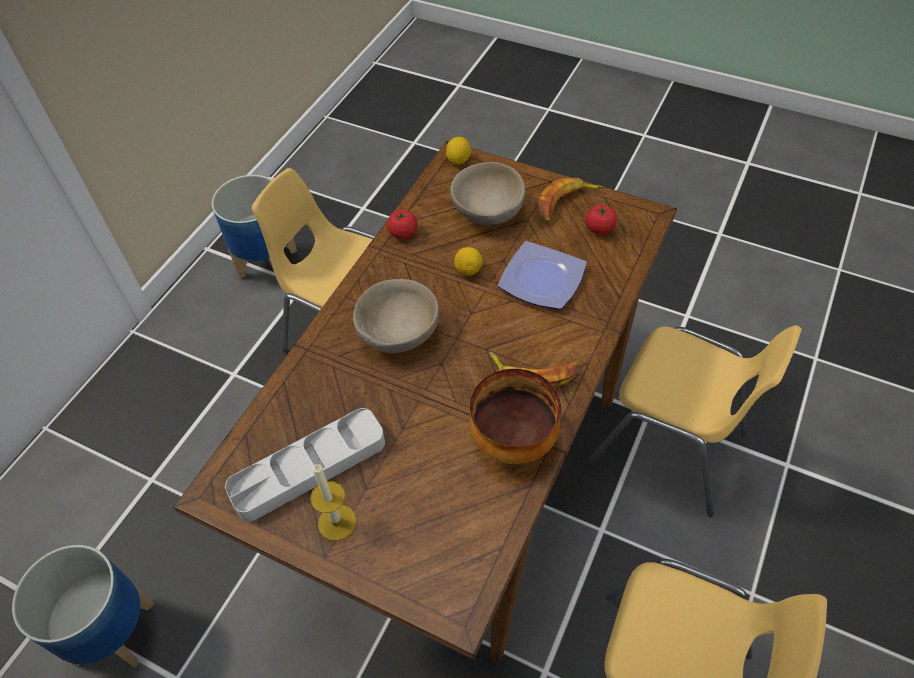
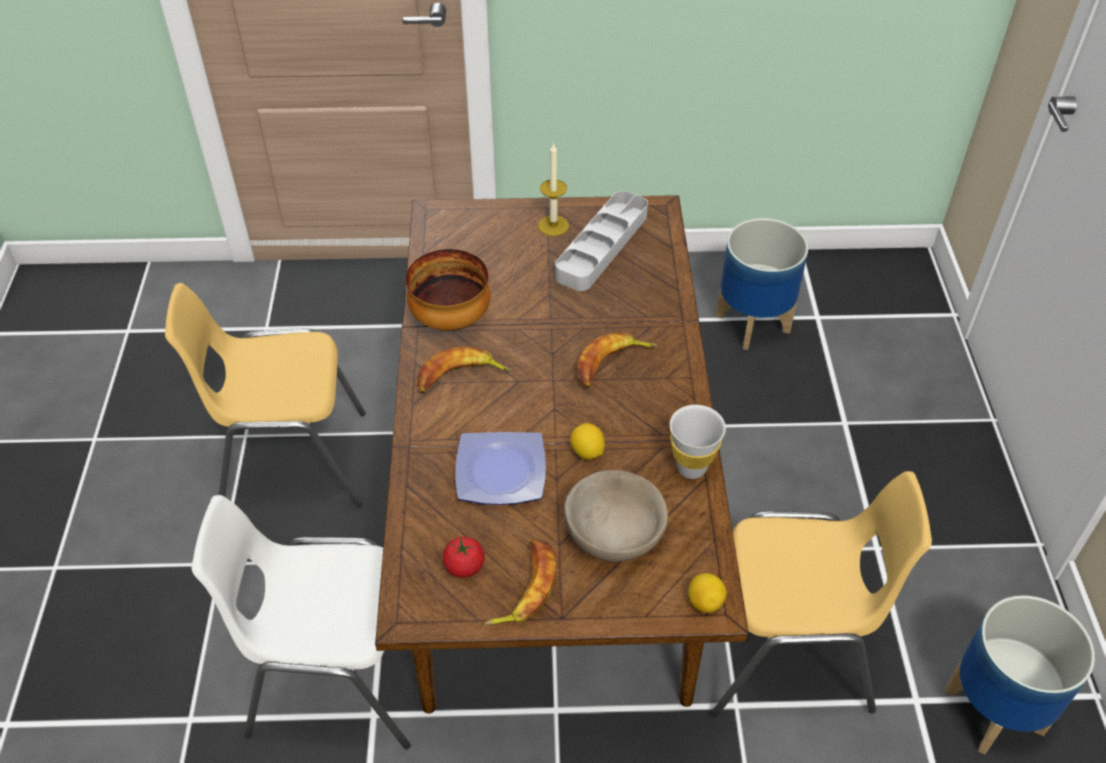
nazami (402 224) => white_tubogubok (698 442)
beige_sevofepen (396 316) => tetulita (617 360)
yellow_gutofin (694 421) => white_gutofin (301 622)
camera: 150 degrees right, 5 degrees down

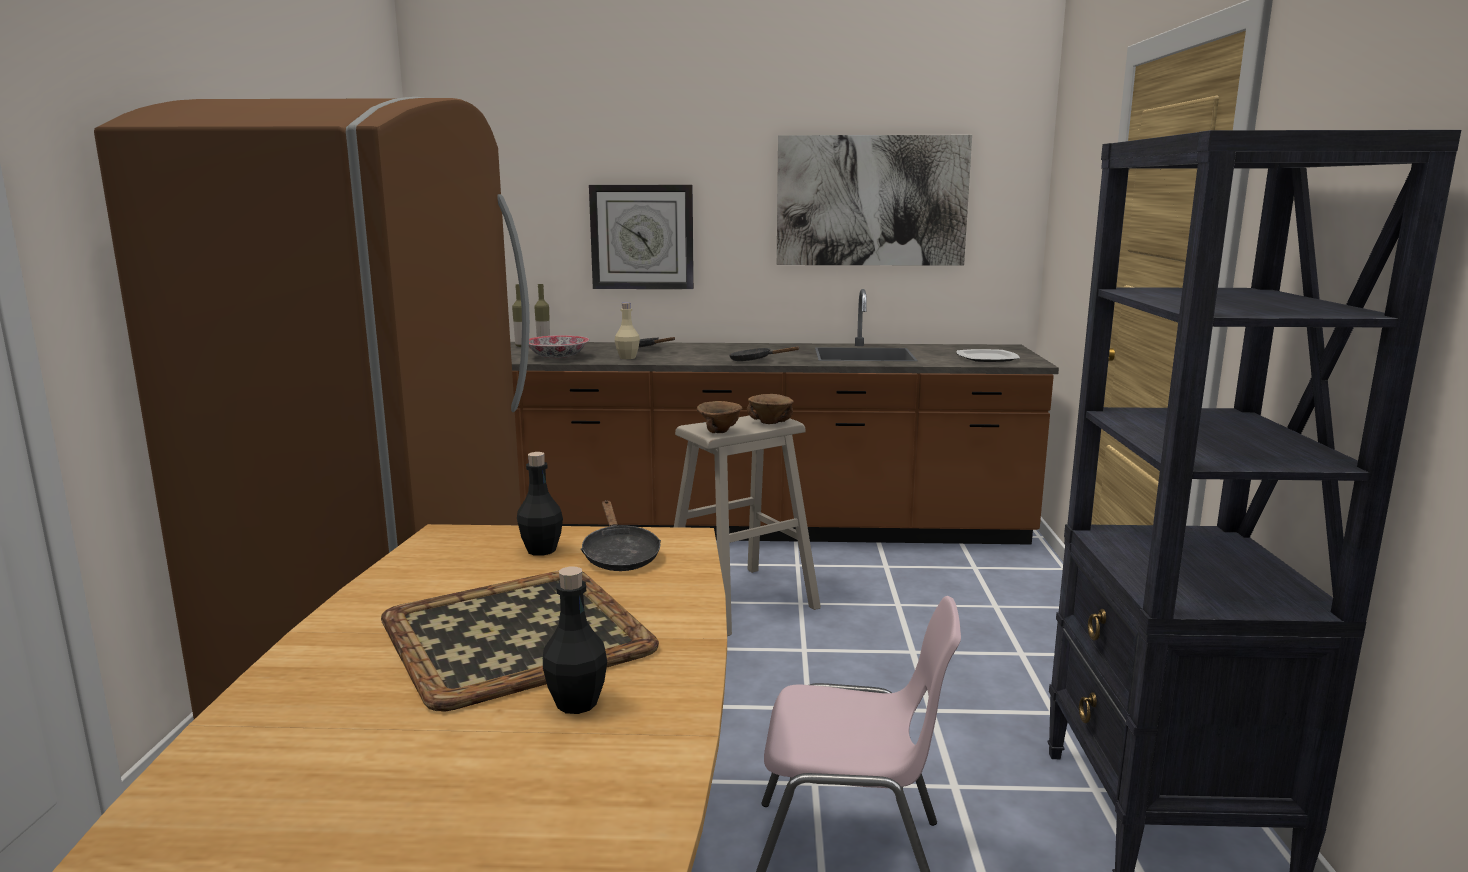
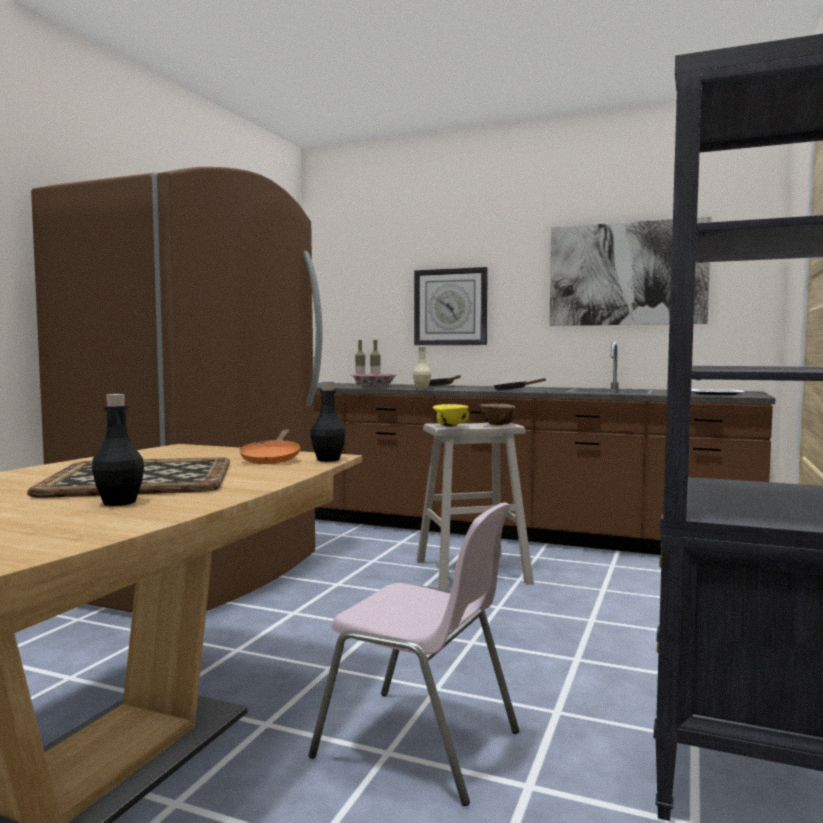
brown_sevofepen (720 417) => yellow_sevofepen (451 415)
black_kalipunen (540 504) => black_kalipunen (328 422), move
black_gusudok (621 535) => orange_gusudok (270 446)
camera: 20 degrees right, 10 degrees down

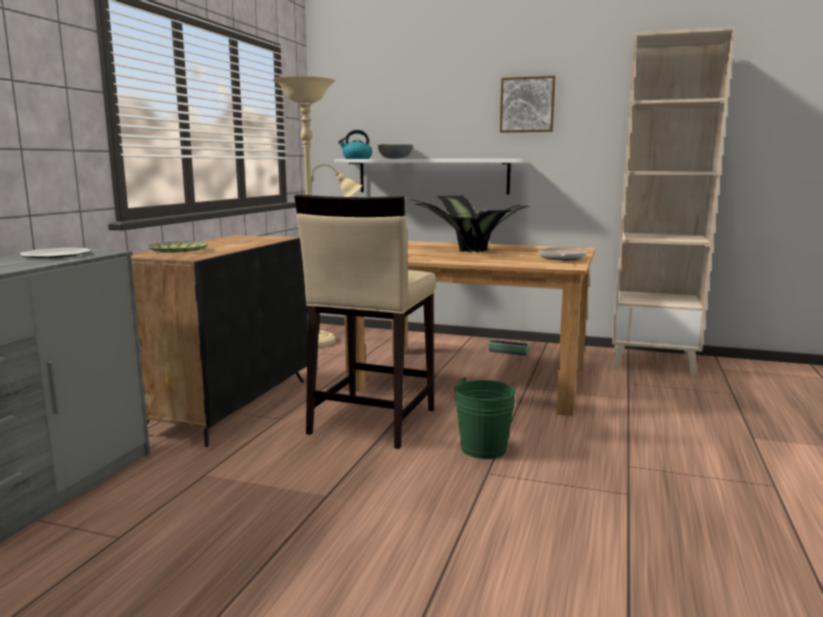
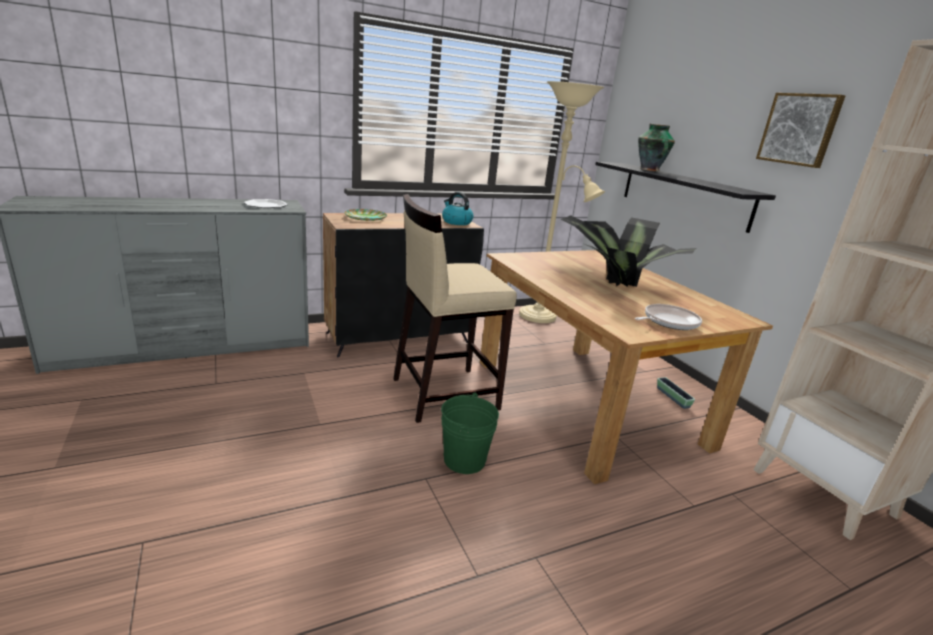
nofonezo (355 144) => nofonezo (458 208), move
grey_sevofepen (395 151) => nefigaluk (656 147)
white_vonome (429 176) => black_vonome (685 197)
camera: 45 degrees right, 10 degrees up

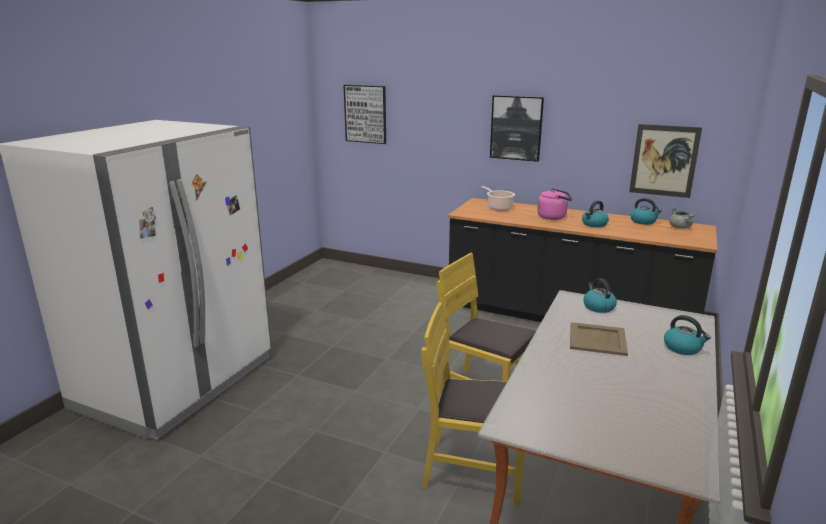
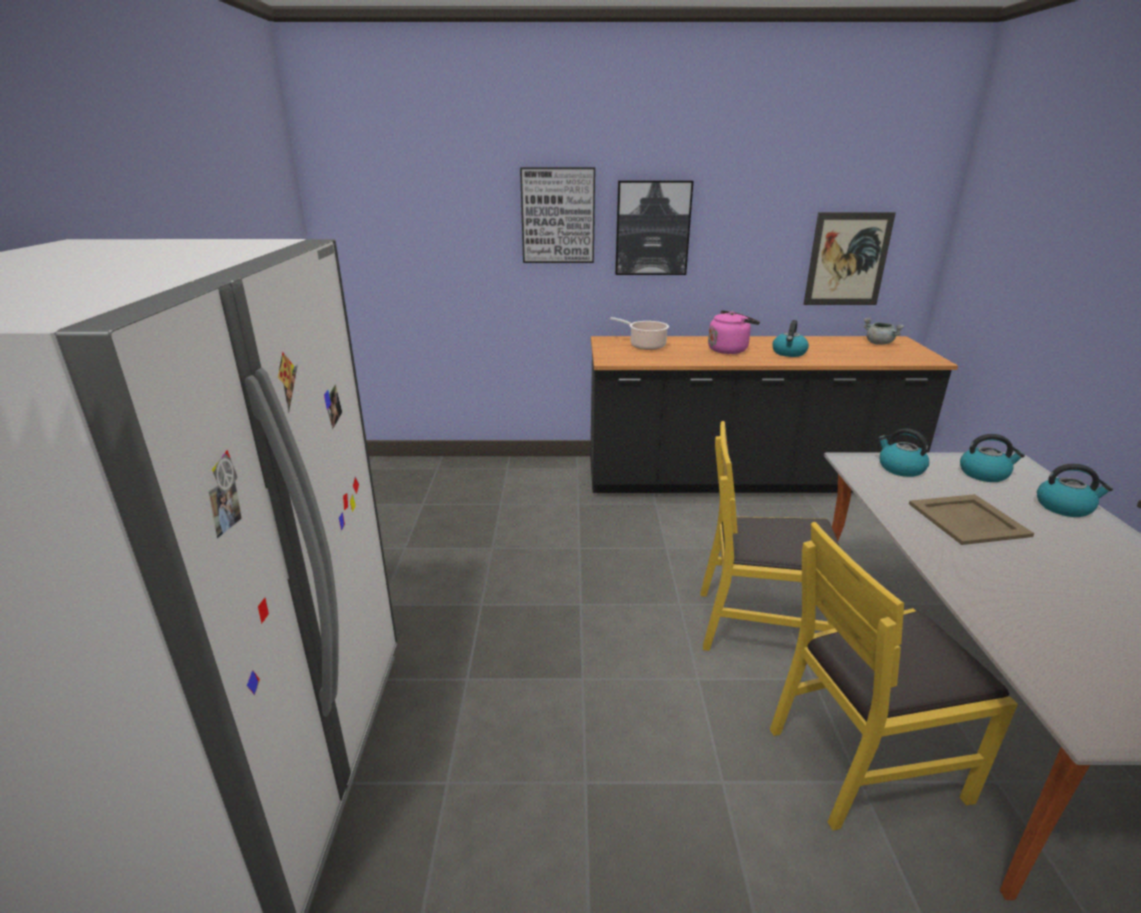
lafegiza (364 114) => lafegiza (557 215), move
nofonezo (646 211) => nofonezo (992 458), move
camera: 25 degrees left, 5 degrees up

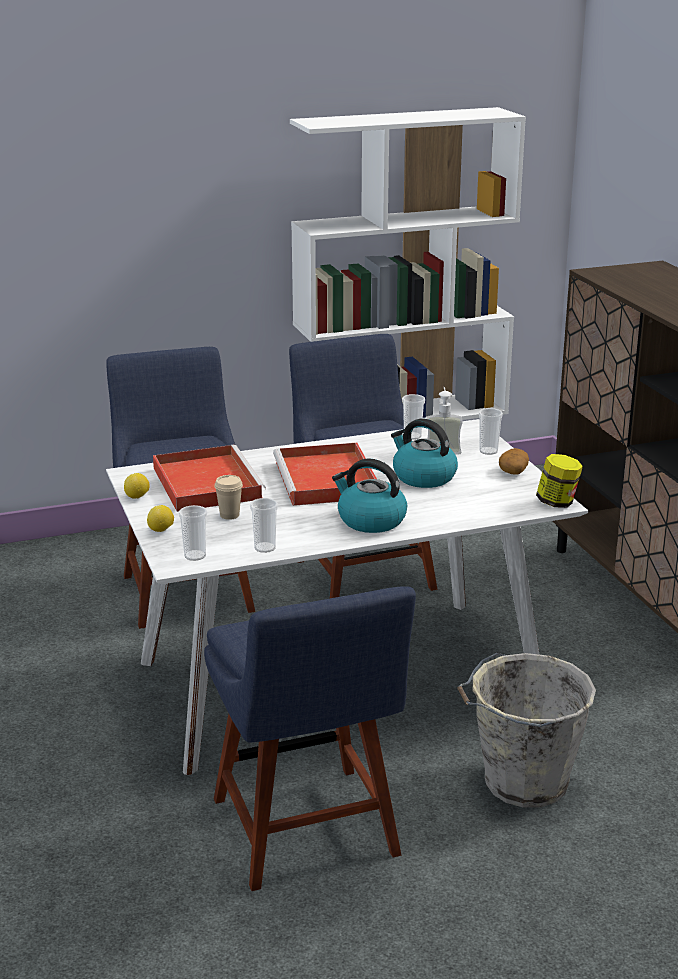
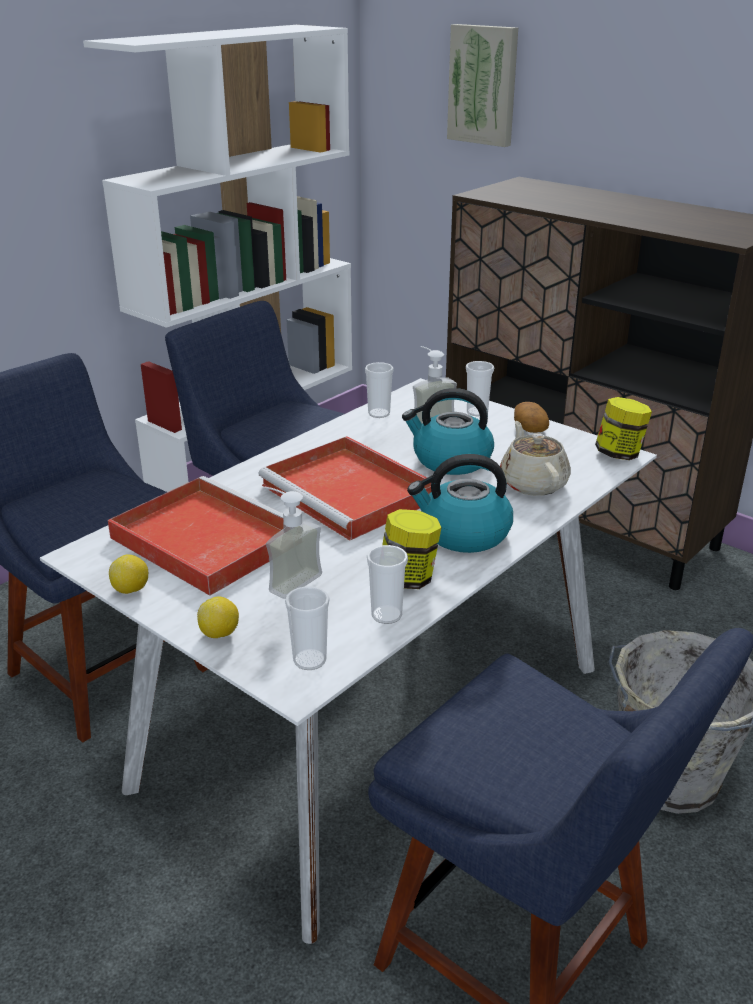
beige_tubogubok (228 497) => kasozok (293 543)
nothing => lafegiza (482 85)
nothing => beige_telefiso (535 458)
nothing => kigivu (411 549)
camera: 30 degrees left, 5 degrees up

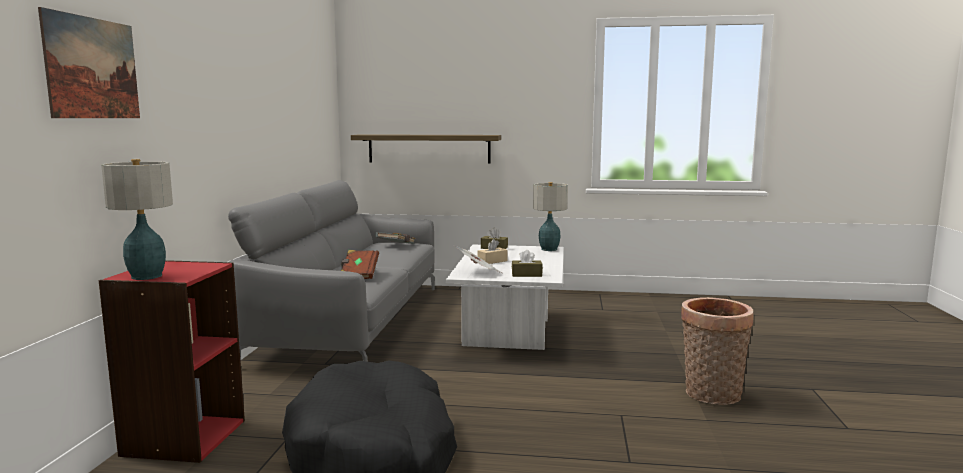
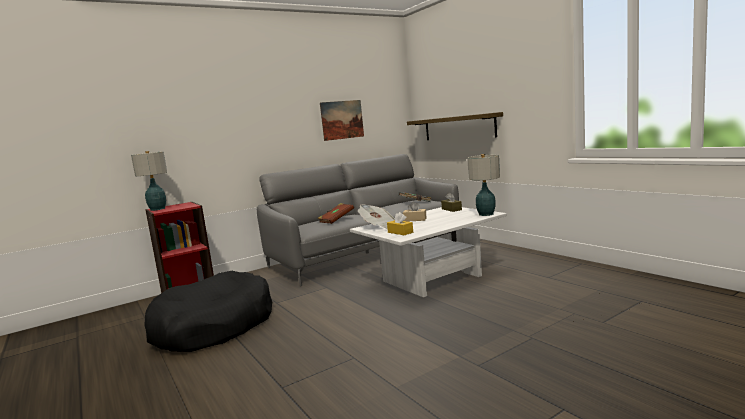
lafegiza (89 62) => lafegiza (342 120), move
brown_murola (527 263) => yellow_murola (400 223)
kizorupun (717 351) => nothing
camera: 50 degrees right, 0 degrees up

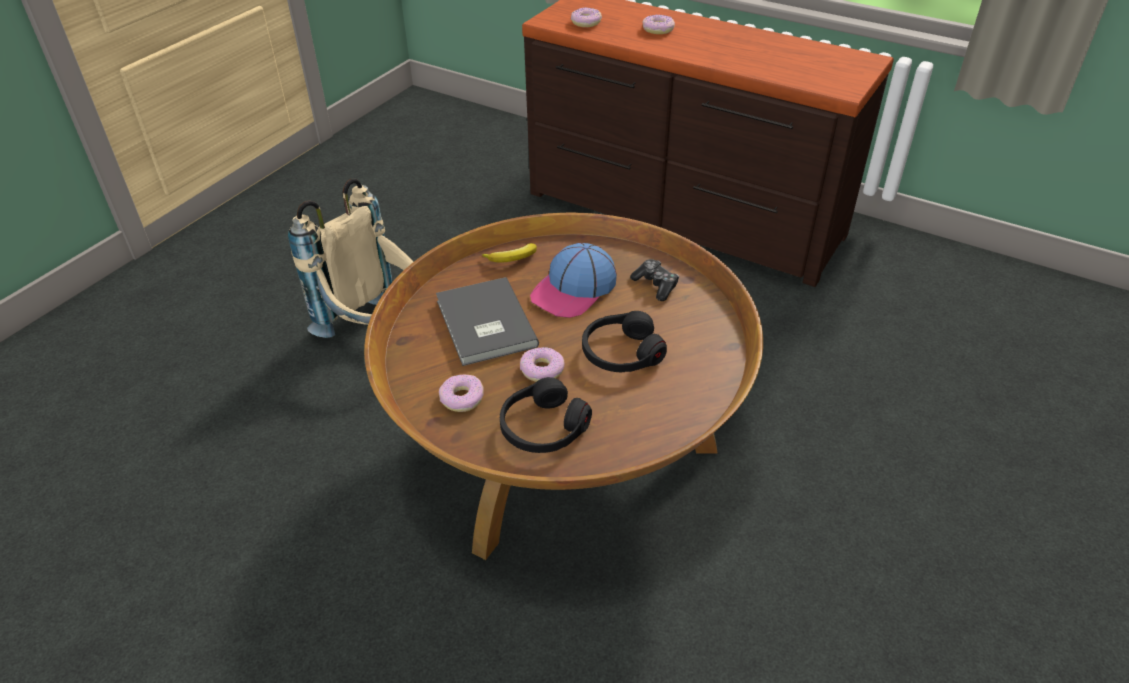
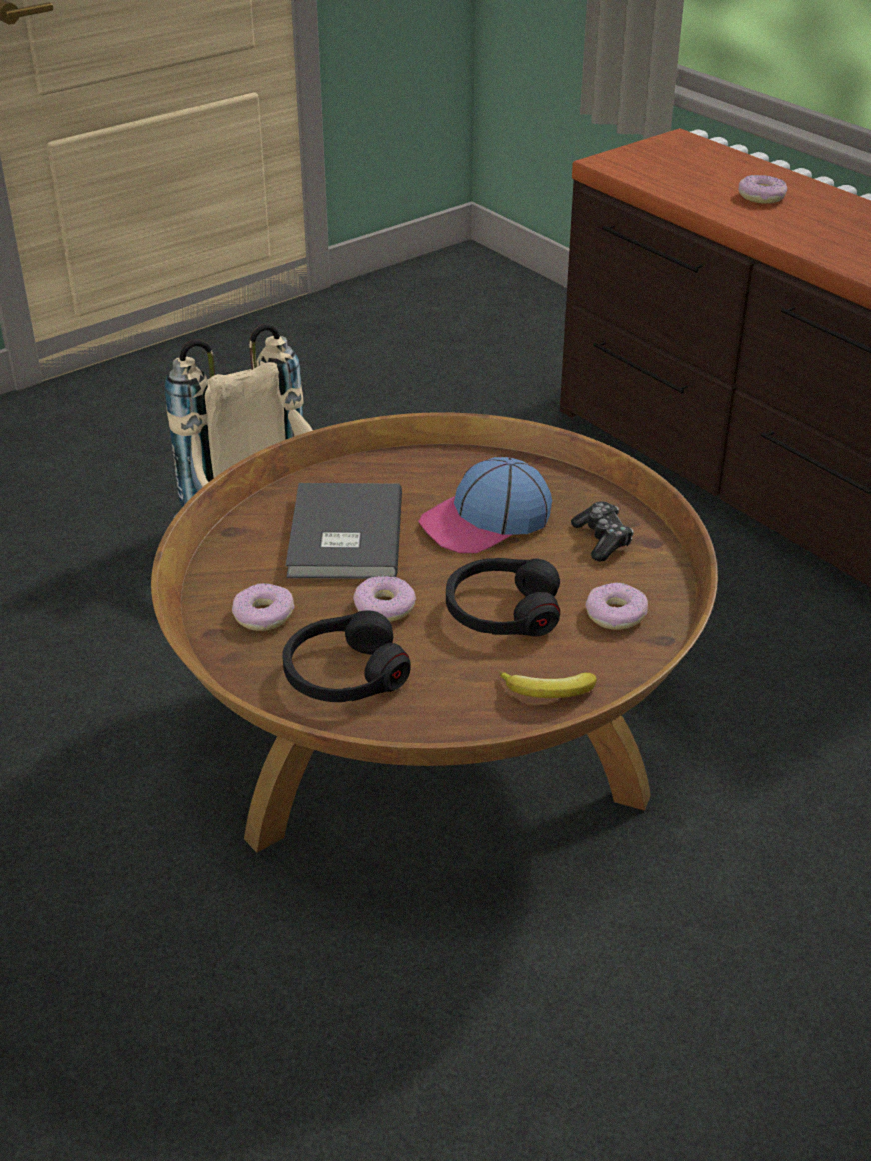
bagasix (586 17) => bagasix (616 606), move
tetulita (509 253) => tetulita (548 684), move
camera: 20 degrees right, 5 degrees down

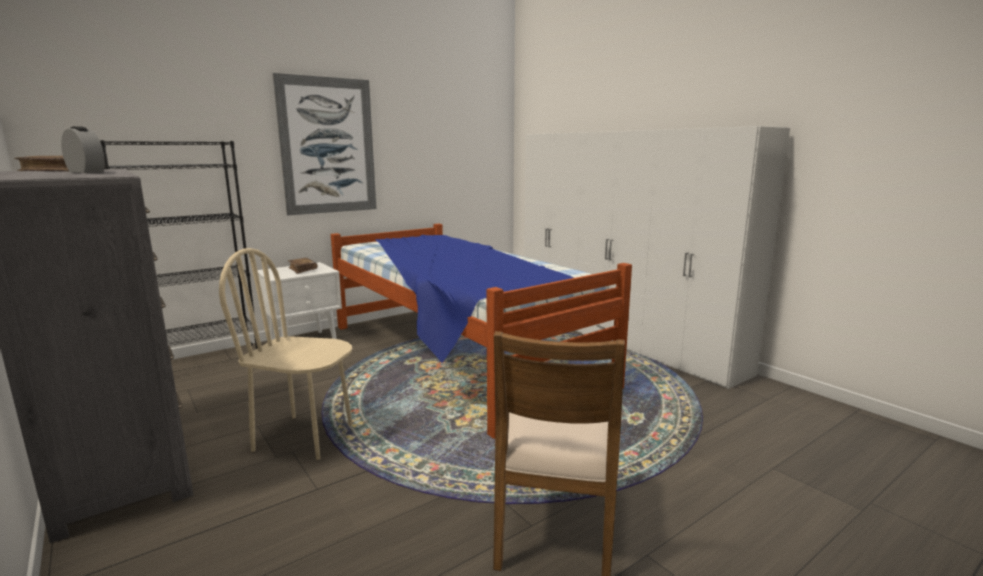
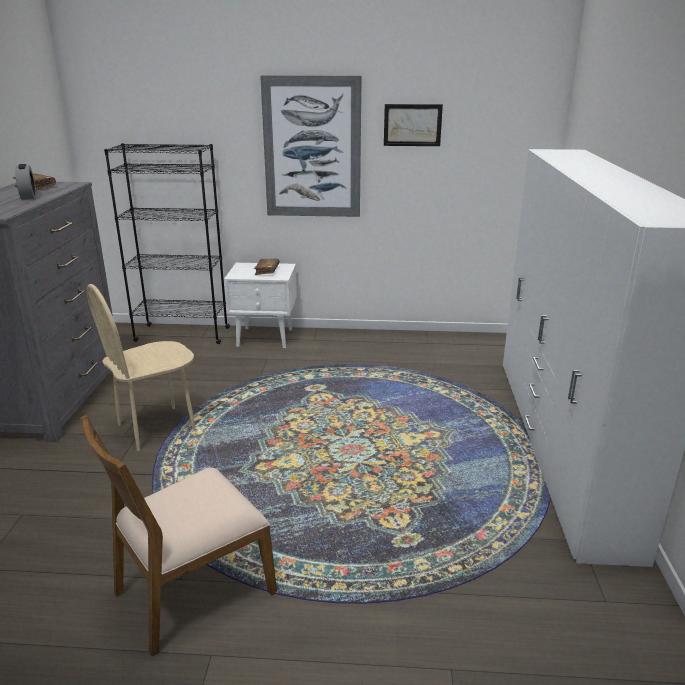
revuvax (481 331) => nothing
beige_gutofin (285 354) => beige_gutofin (141 367), 90 degrees counterclockwise
nothing => lafegiza (413 125)
camera: 40 degrees right, 10 degrees up

